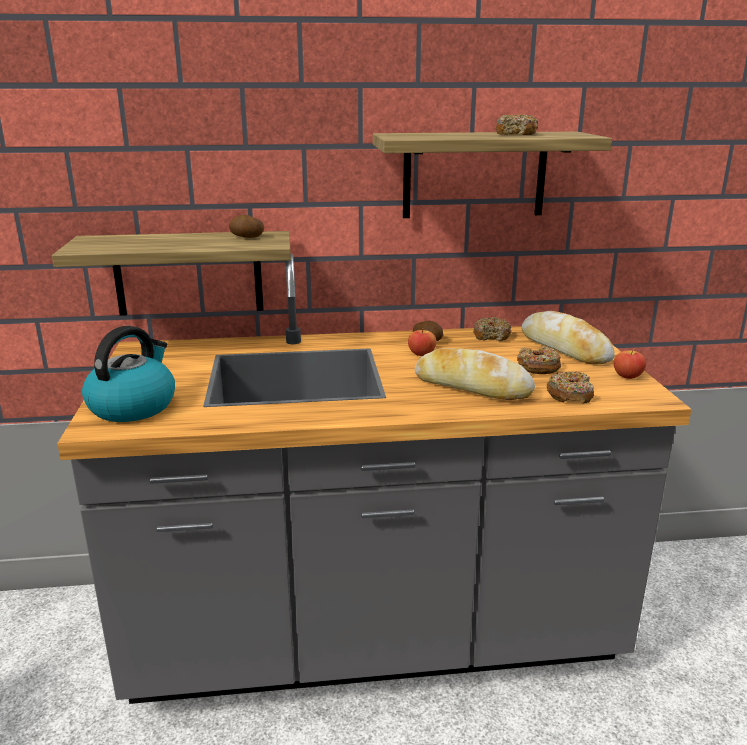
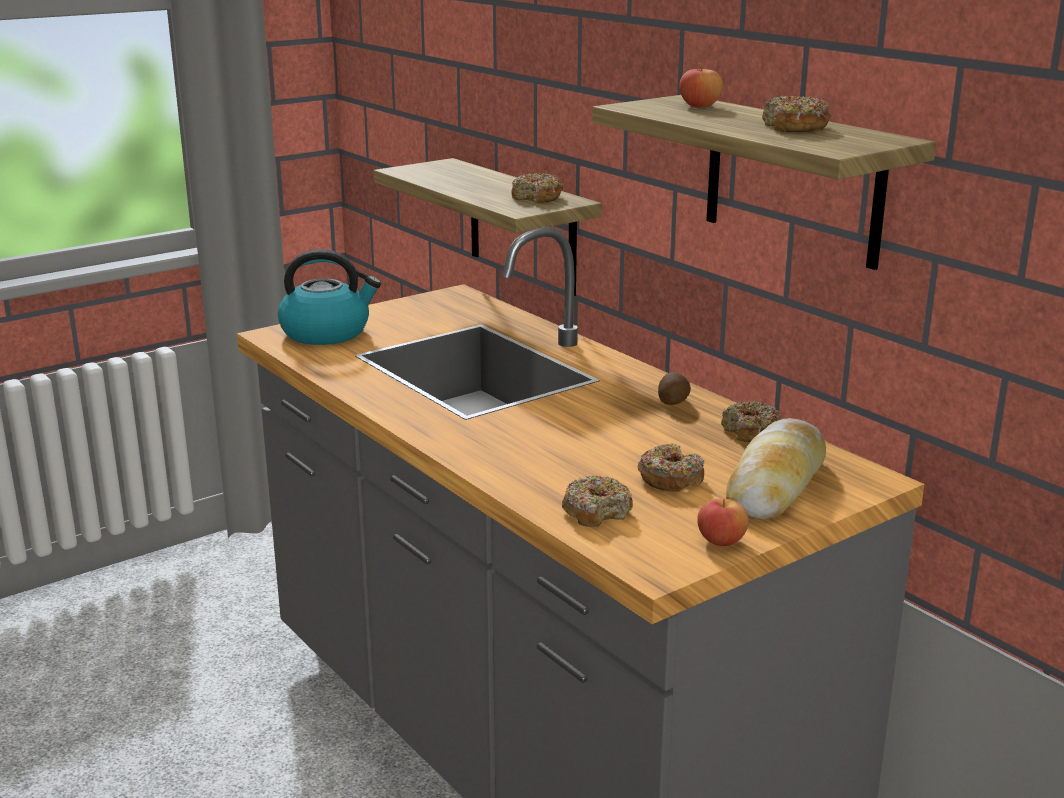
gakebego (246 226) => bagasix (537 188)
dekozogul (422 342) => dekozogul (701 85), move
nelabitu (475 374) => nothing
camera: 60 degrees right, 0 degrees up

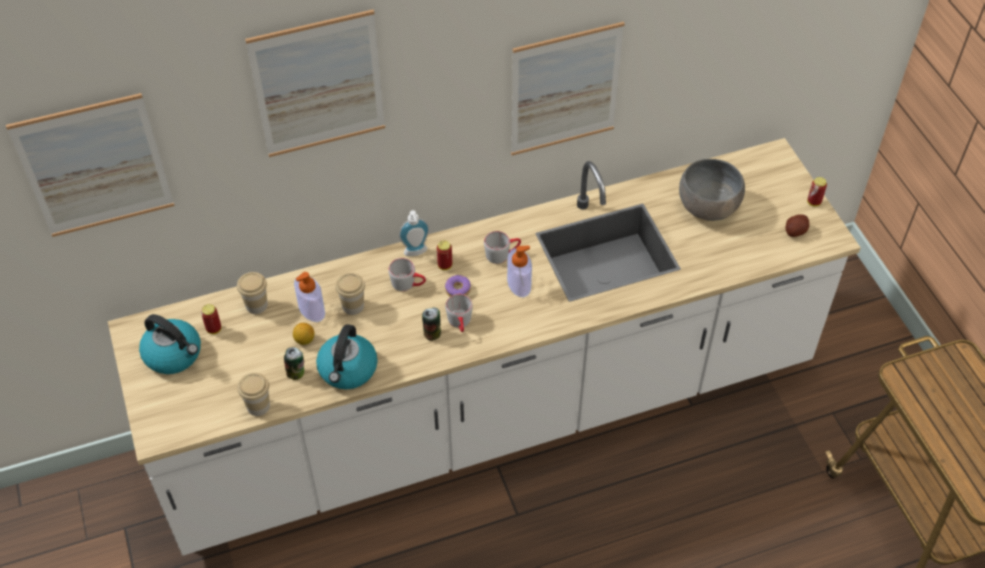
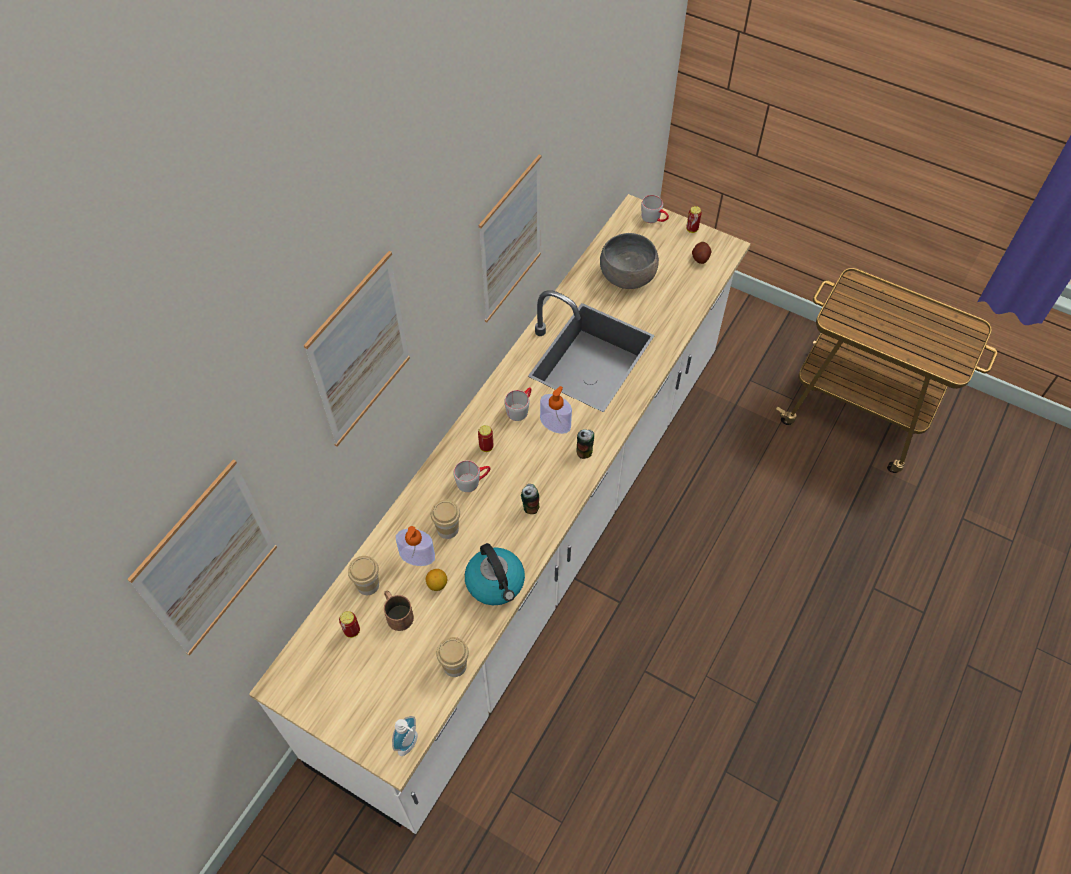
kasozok (414 233) => kasozok (405 736), move
bagasix (458 285) => nothing
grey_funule (459 313) => grey_funule (655 209), move
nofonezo (170 344) => nothing
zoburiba (294 363) => zoburiba (585 444), move
nothing => brown_funule (399 610)
camera: 40 degrees left, 5 degrees up

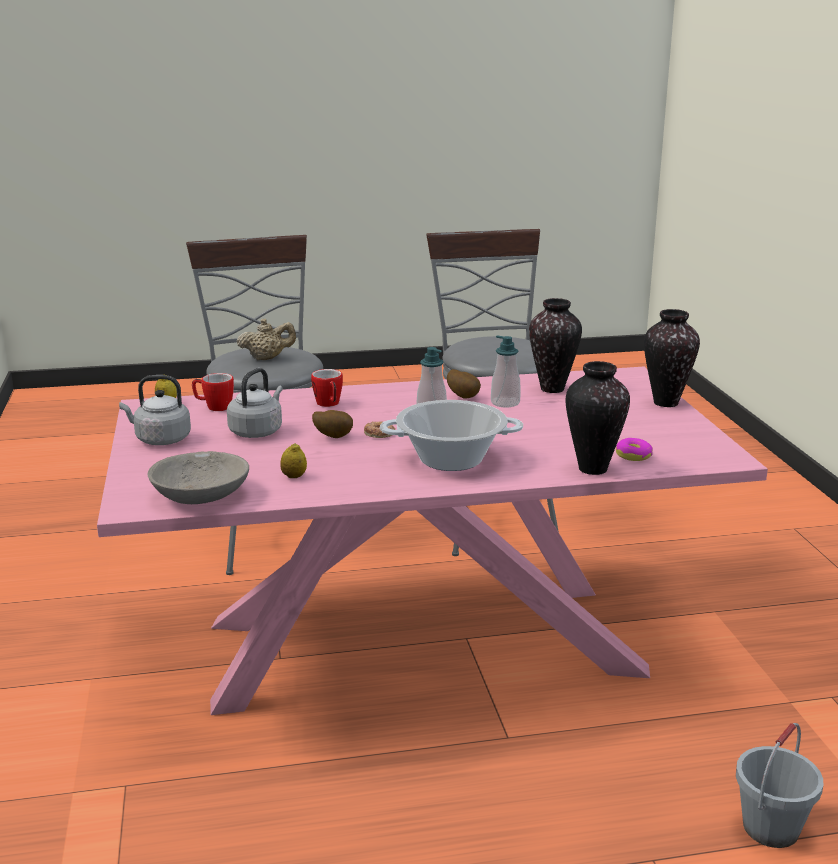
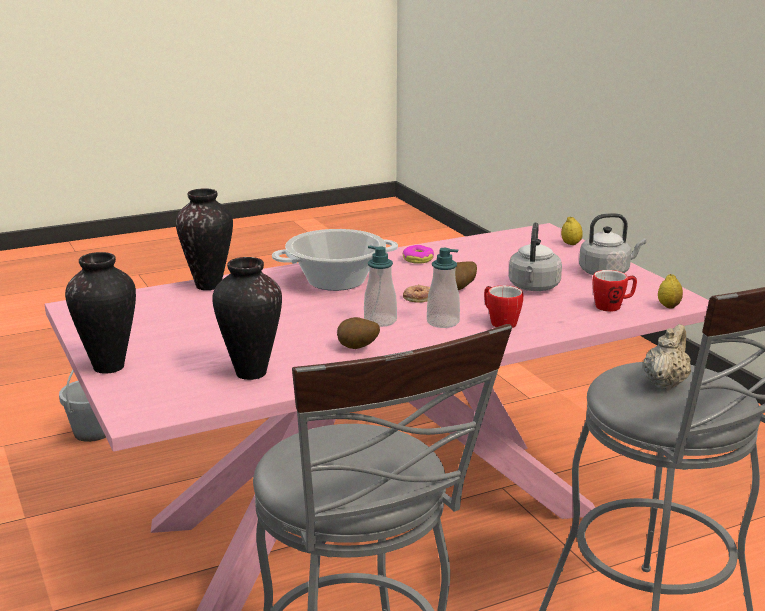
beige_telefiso (266 339) => beige_telefiso (667 357), 150 degrees clockwise
kasozok (506 371) => kasozok (443 288), move
bagasix (634 449) => bagasix (418 254), move
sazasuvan (293 460) => sazasuvan (572 231), move
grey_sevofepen (198 477) => nothing
camera: 165 degrees right, 0 degrees up

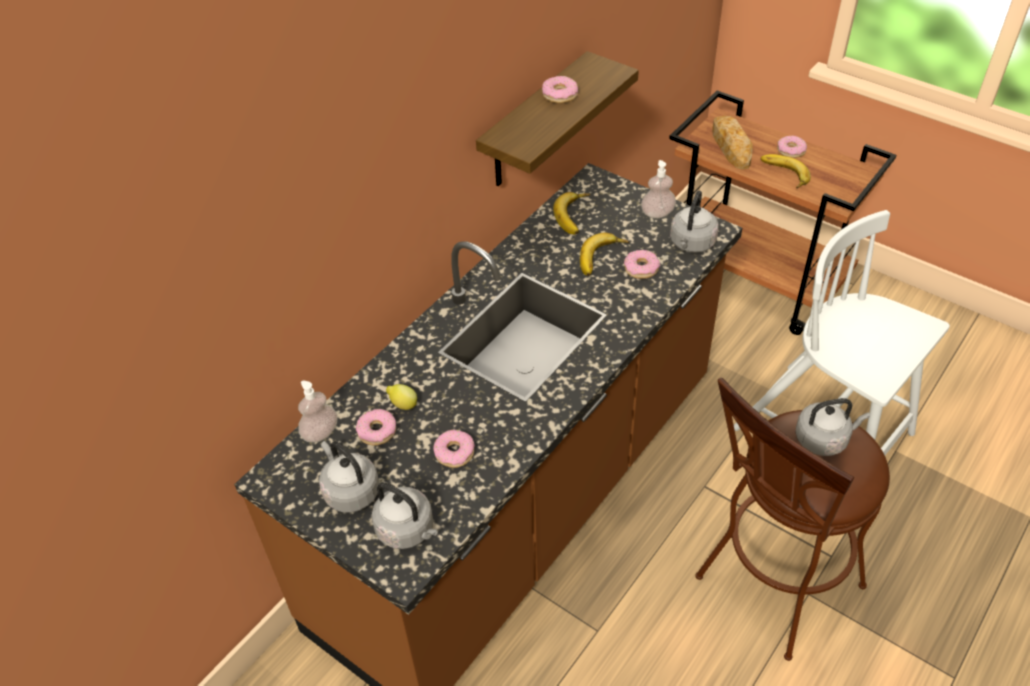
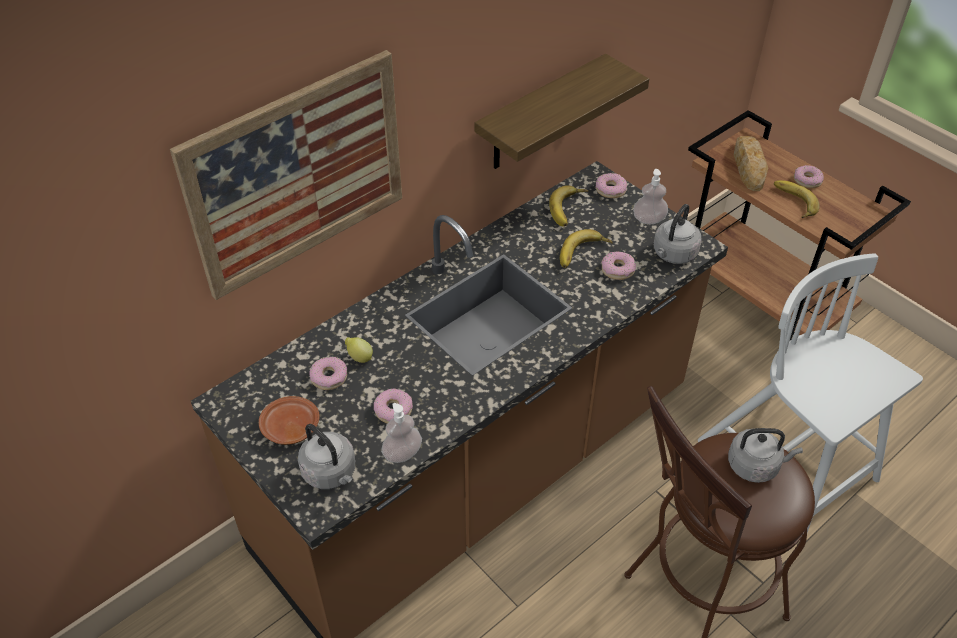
bagasix (560 89) => bagasix (611 185), move
kasozok (318 411) => kasozok (401 433), move
grey_nofonezo (349 477) => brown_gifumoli (289 420)
nothing => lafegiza (286 175)
camera: 10 degrees right, 0 degrees up

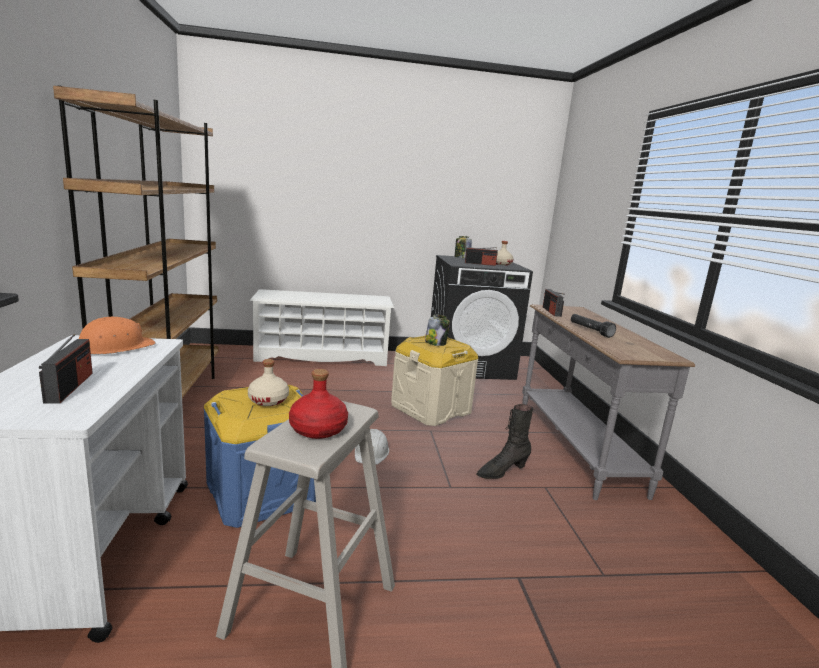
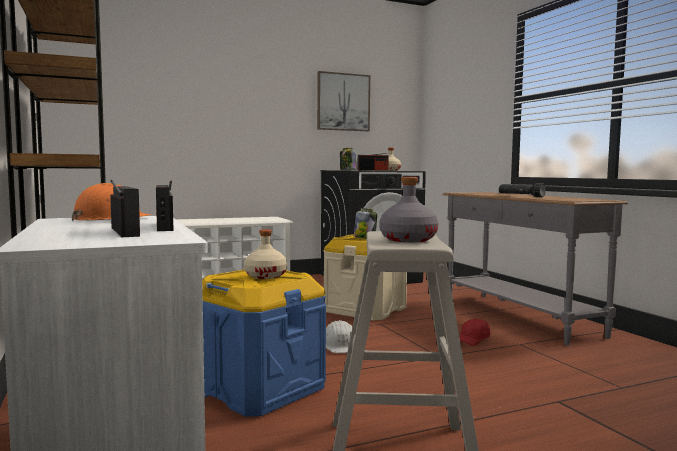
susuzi (554 303) => susuzi (165 206), move
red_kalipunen (318 404) => grey_kalipunen (408 209)
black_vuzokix (504 441) => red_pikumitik (474 332)
nothing => lafegiza (343 101)
camera: 15 degrees left, 10 degrees down

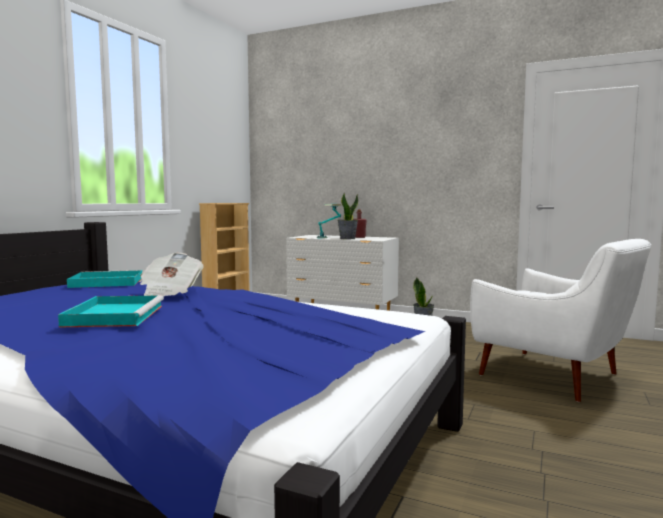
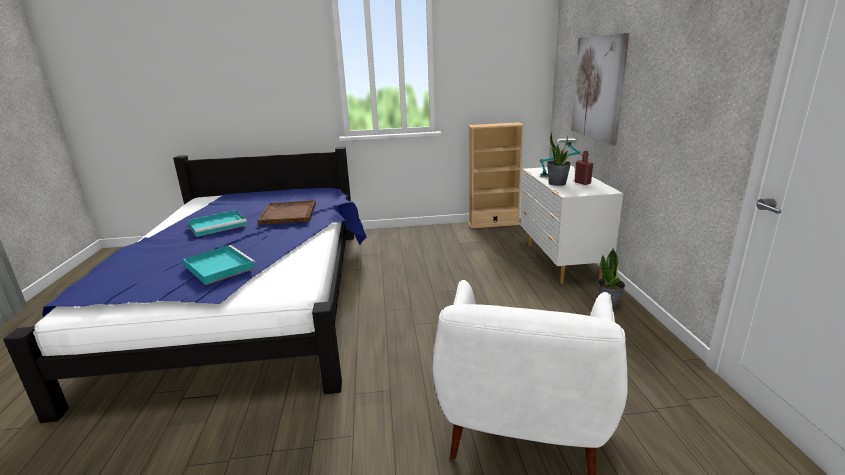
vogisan (172 275) => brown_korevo (286 212)
turquoise_korevo (104 279) => turquoise_korevo (219 265), move
nothing => lafegiza (600 89)
camera: 60 degrees right, 15 degrees up

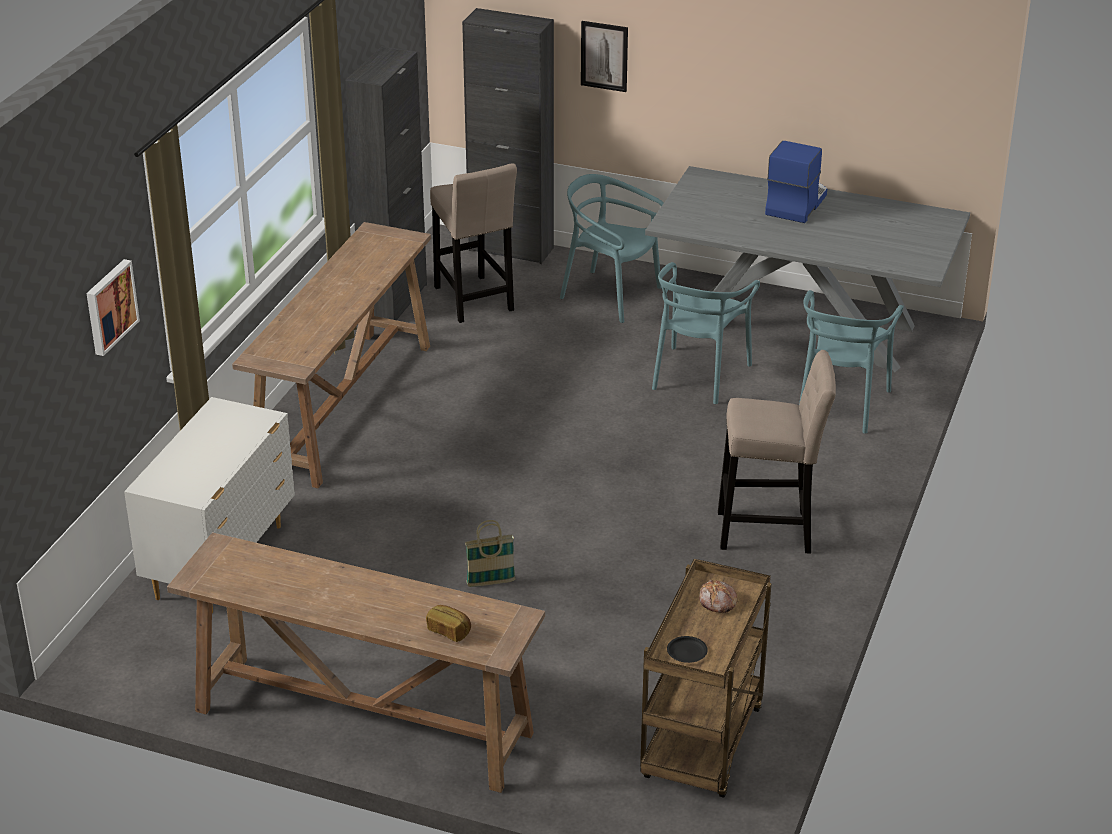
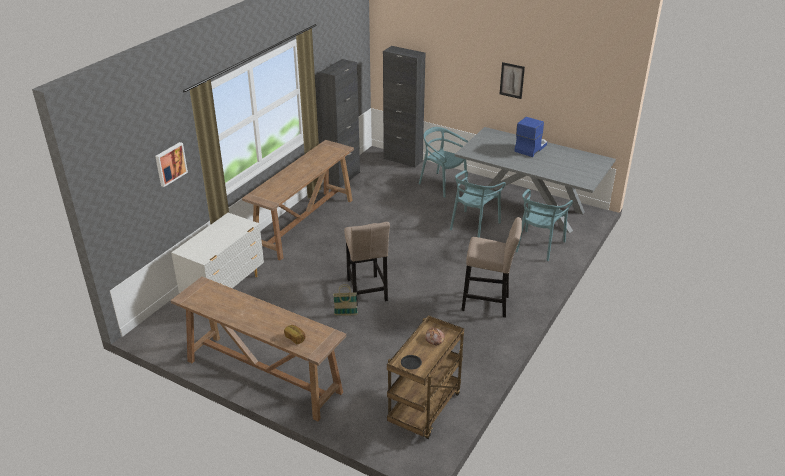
lafegiza (604 56) => lafegiza (512 80), move
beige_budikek (473 243) => beige_budikek (367 261), move
camera: 10 degrees right, 0 degrees up

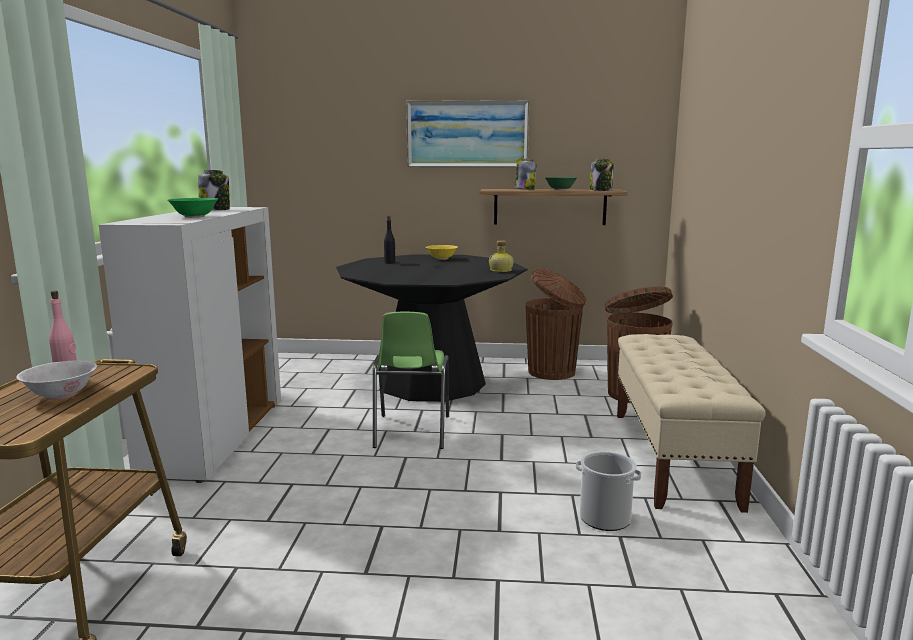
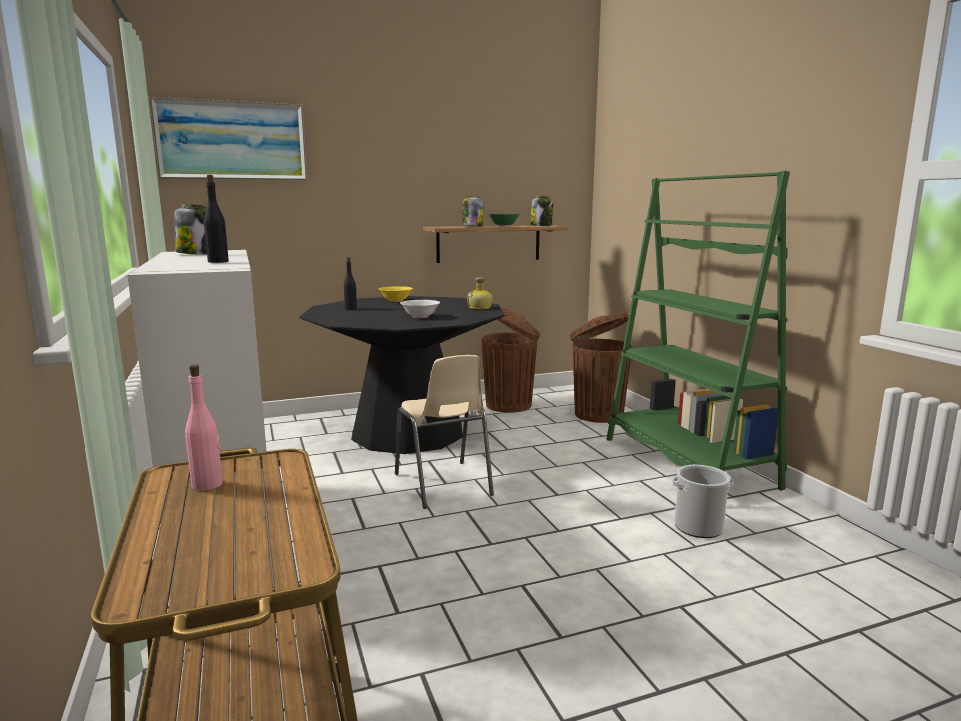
lafegiza (467 134) => lafegiza (228 138), move
green_sevofepen (193 208) => black_kalipunen (216 219)
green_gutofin (411 380) => beige_gutofin (444 432)
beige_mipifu (691 423) => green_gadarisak (698 331)
white_sevofepen (56 380) => white_sevofepen (420 309), move
camera: 25 degrees left, 0 degrees up

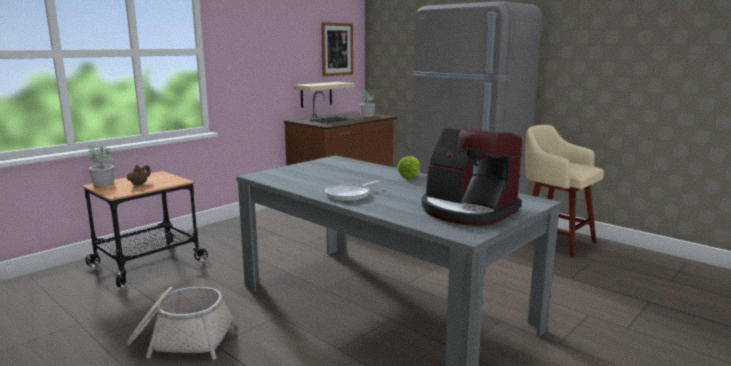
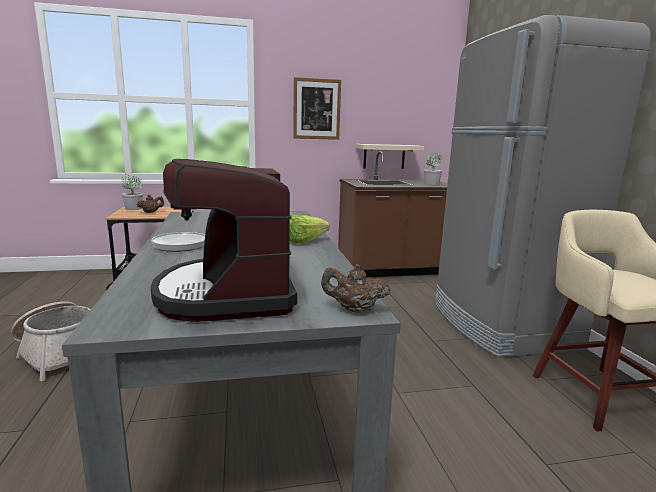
lafegiza (337 49) => lafegiza (317 108), move
nothing => brown_telefiso (355 288)
camera: 35 degrees right, 0 degrees up

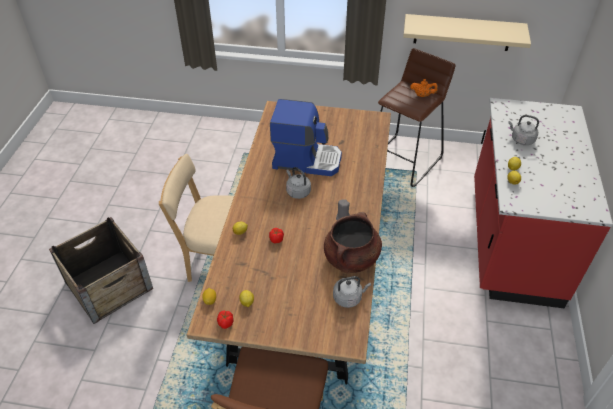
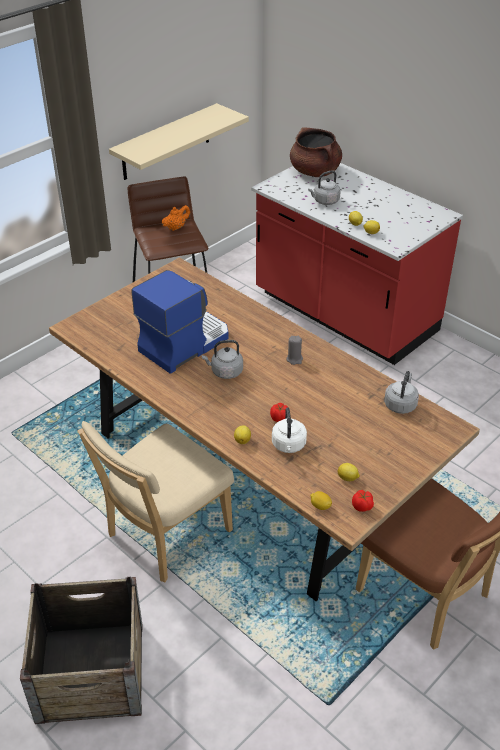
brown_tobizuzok (353 242) => brown_tobizuzok (316 152), move
nothing => white_nofonezo (289 430)
camera: 55 degrees left, 5 degrees down

